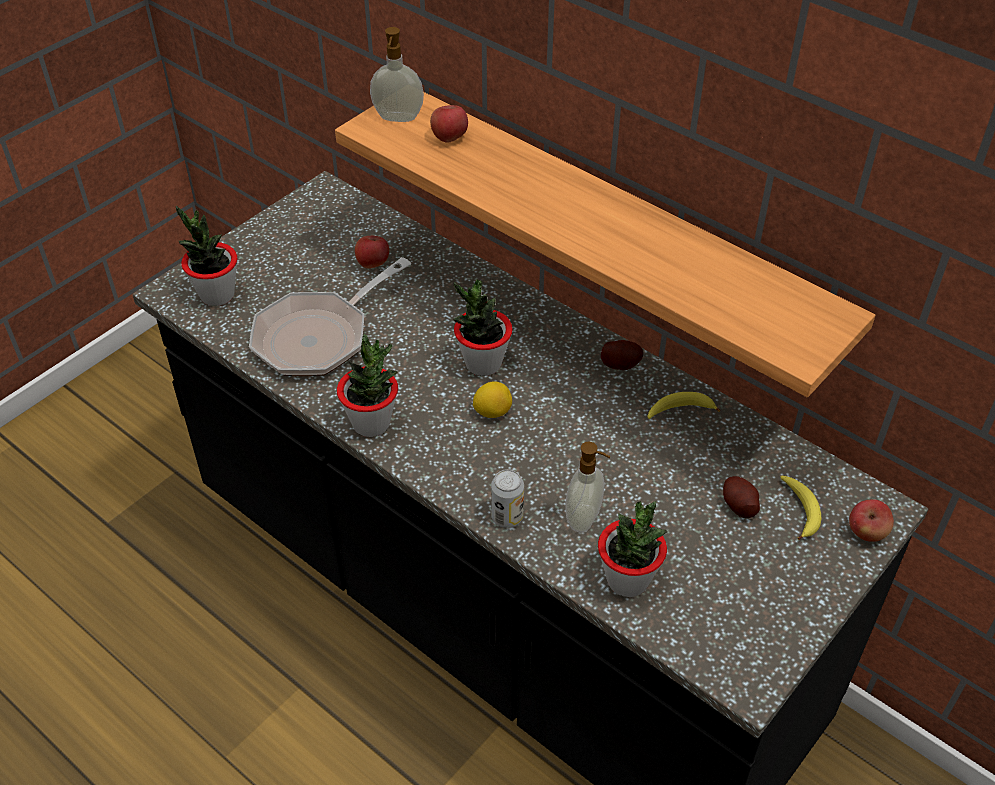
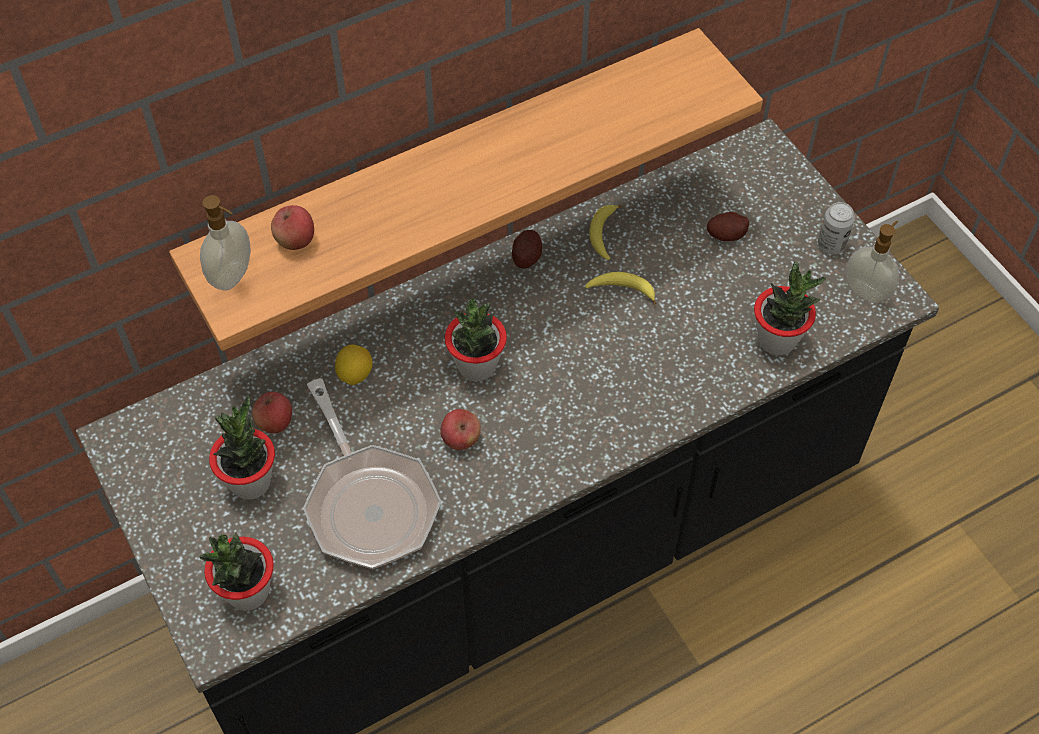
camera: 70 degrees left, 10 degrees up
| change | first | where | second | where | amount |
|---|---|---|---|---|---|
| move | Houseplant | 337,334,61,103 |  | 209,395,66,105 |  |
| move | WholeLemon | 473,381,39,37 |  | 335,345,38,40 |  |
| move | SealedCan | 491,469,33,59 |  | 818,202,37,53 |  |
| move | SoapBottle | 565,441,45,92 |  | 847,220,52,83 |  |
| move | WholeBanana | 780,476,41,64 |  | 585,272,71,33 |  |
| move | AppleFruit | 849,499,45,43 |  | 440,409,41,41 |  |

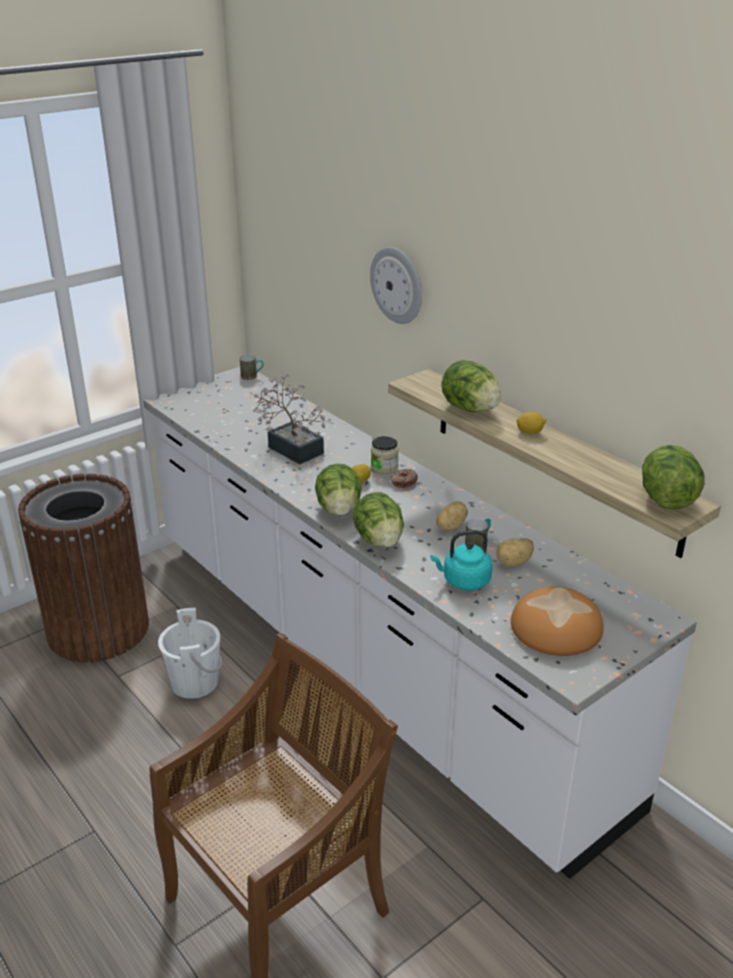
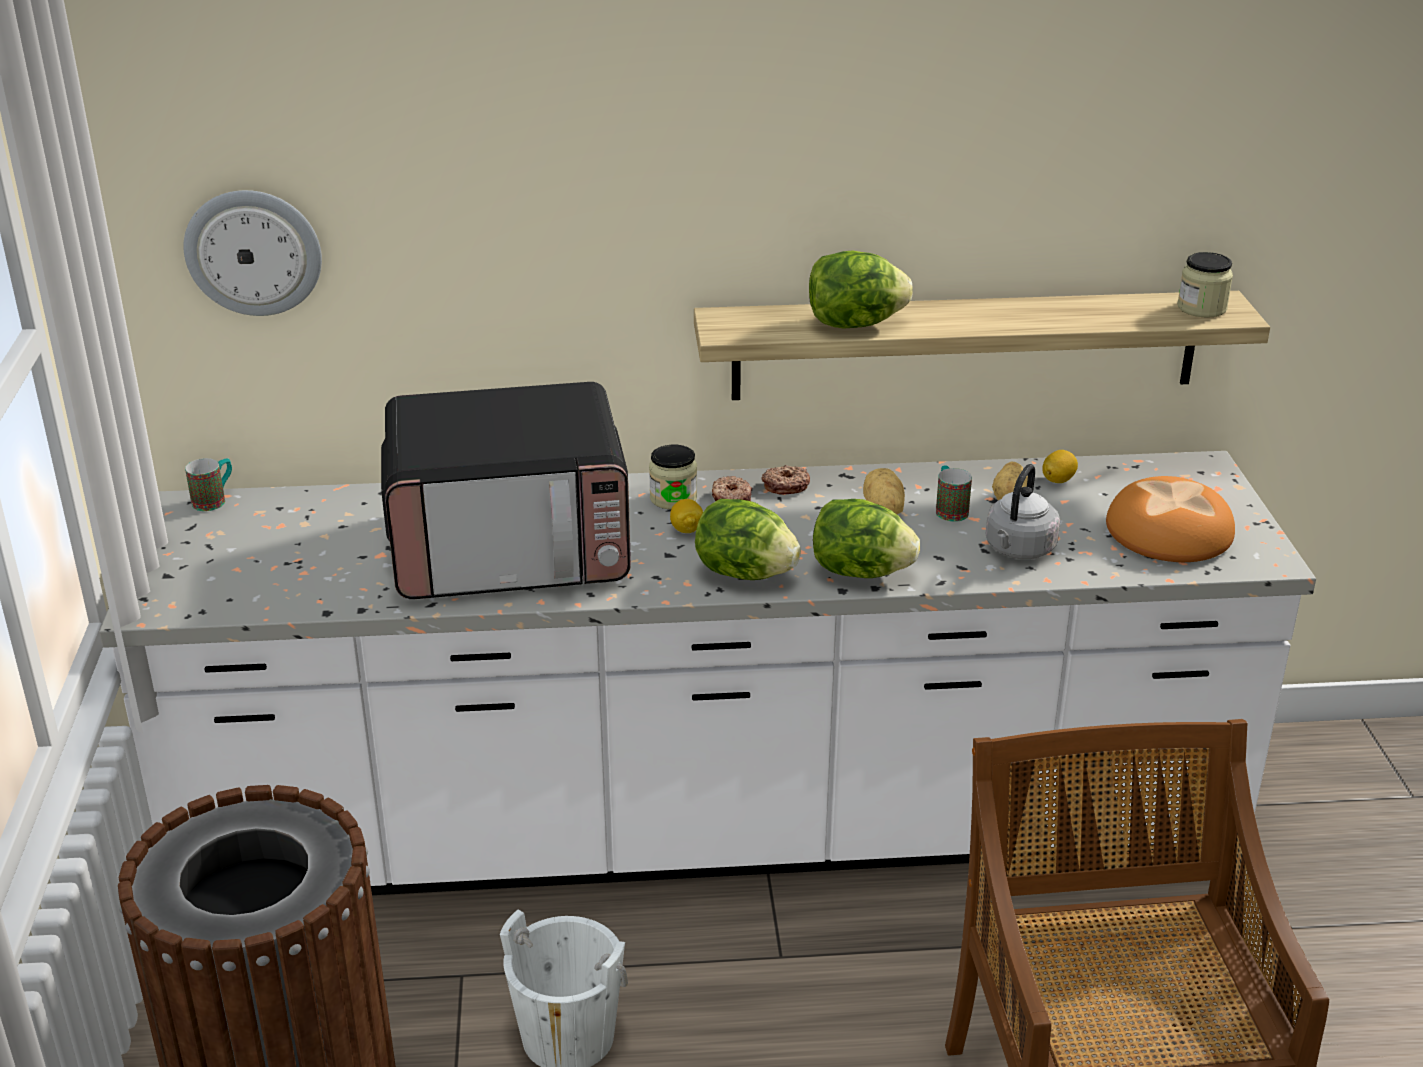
camera: 55 degrees left, 0 degrees up
| change | first | where | second | where | amount |
|---|---|---|---|---|---|
| insert |  |  | Doughnut | 761,465,49,29 |  |
| move | ClockOnTheWall | 370,247,52,77 |  | 183,190,139,126 |  |
| move | WholeLemon | 516,412,30,22 |  | 1042,450,36,33 |  |
| replace | Houseplant | 249,374,84,90 | Microwave | 381,382,250,217 |  |
| replace | LettuceHead | 642,445,63,65 | PreserveJar | 1177,252,56,66 |  |
| recolor | TurquoiseColouredTeaKettle | 430,530,63,60 | GrayTeaKettle | 986,464,74,95 |  |

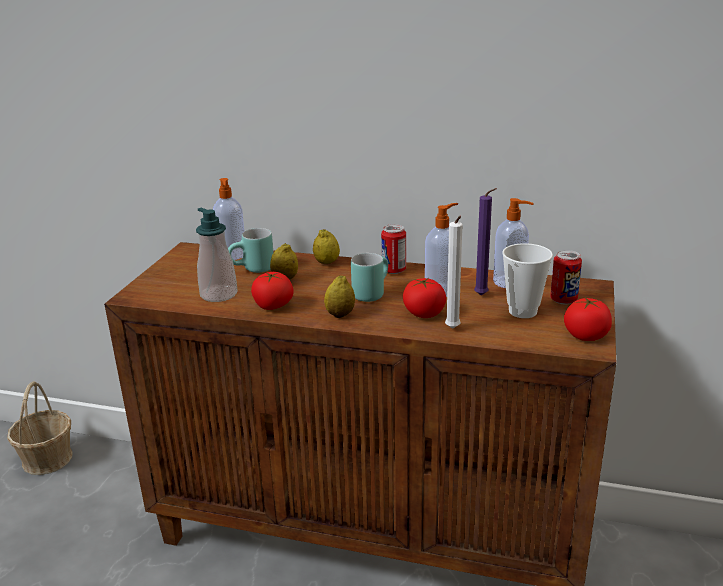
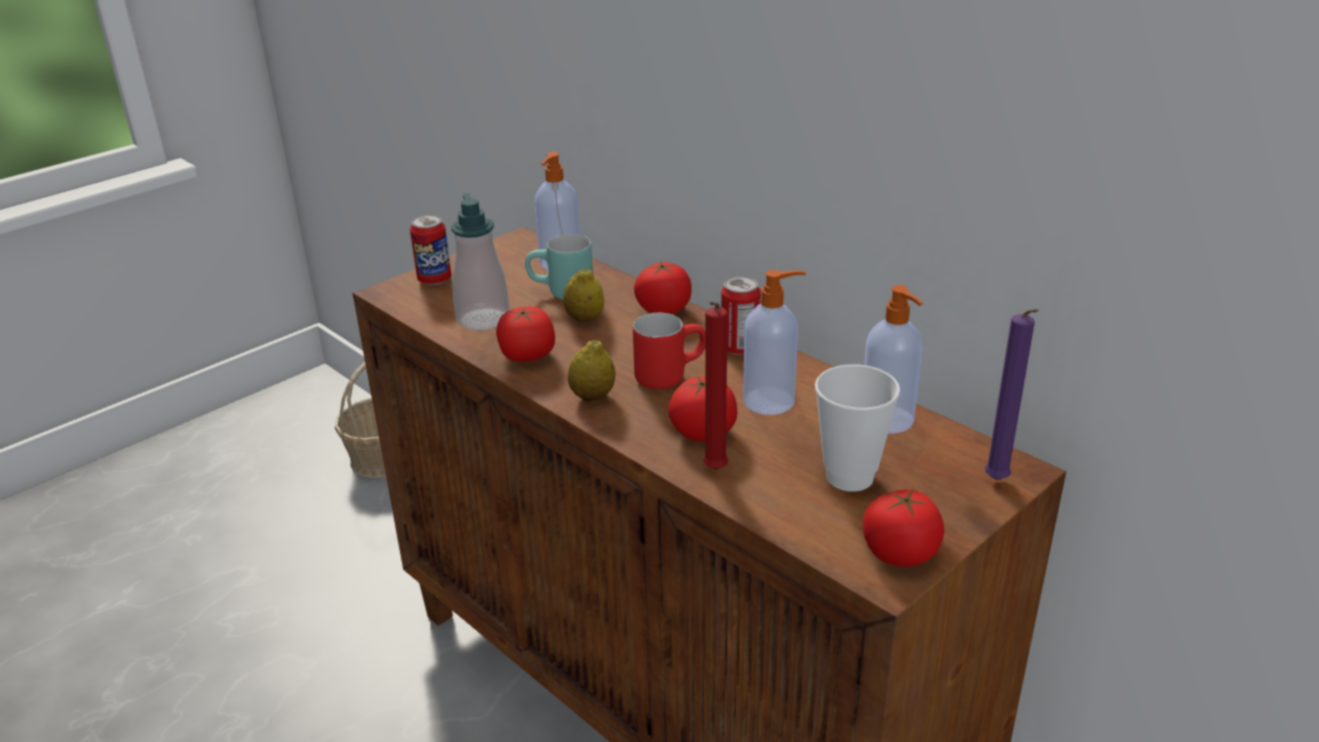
camera: 30 degrees right, 5 degrees up
| change | first | where | second | where | amount |
|---|---|---|---|---|---|
| move | PurpleColouredWaxLight | 474,188,23,107 |  | 985,309,54,171 |  |
| move | SealedCan | 550,250,32,55 |  | 410,215,41,70 |  |
| replace | WholeLemon | 313,229,27,35 | Tomato | 634,261,58,53 |  |
| recolor | TurquoiseColouredCoffeeMug | 351,253,37,49 | ReddishCoffeeMug | 633,313,72,76 |  |
| recolor | WhiteWaxLight | 445,216,18,113 | ReddishWaxLight | 703,302,25,168 |  |

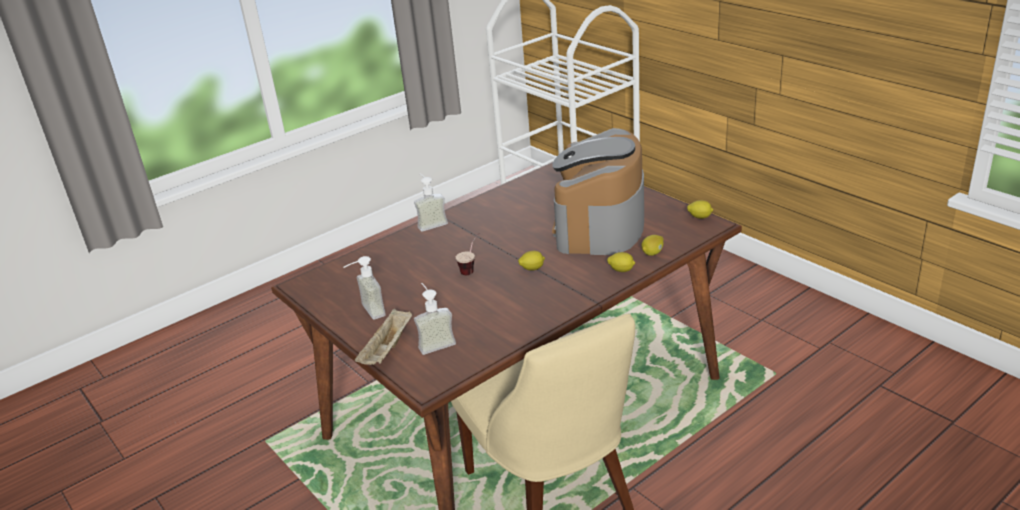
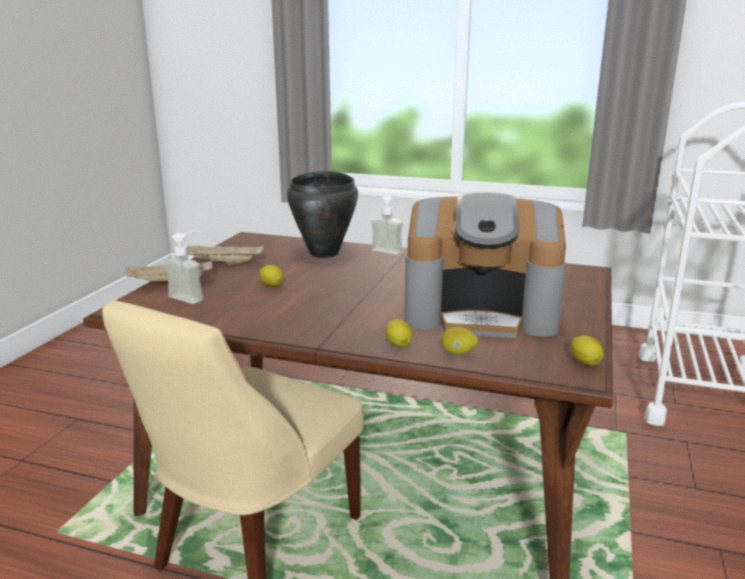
camera: 55 degrees right, 10 degrees down
| change | first | where | second | where | amount |
|---|---|---|---|---|---|
| delete | DrinkingCup | 456,233,23,42 |  |  |  |
| insert |  |  | BlackStockpot | 287,171,71,87 |  |
| move | WholeLemon | 518,251,27,20 |  | 259,265,25,22 |  |
| replace | SoapBottle | 343,256,43,64 | BeigeColouredCarryingTray | 187,245,77,20 |  |
| rotate | CoffeeMaker | 552,128,92,127 |  | 404,192,162,146 | 150 degrees counterclockwise |

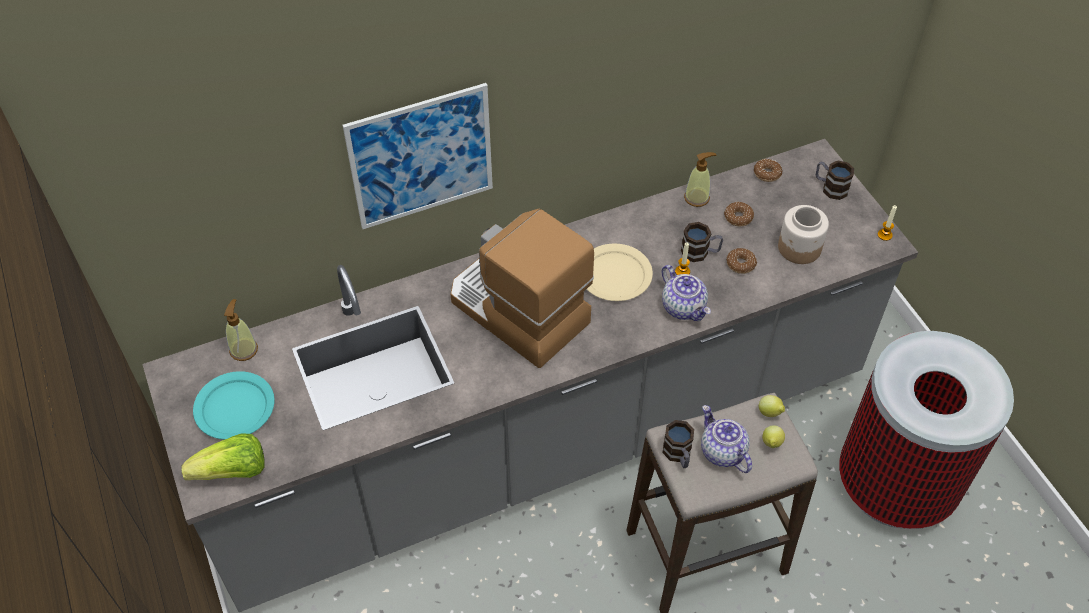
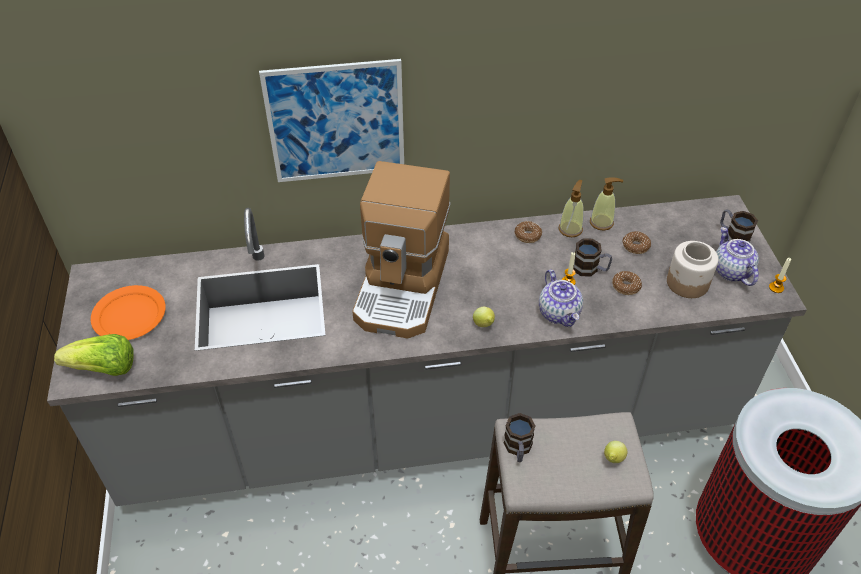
camera: 15 degrees right, 5 degrees down
| change | first | where | second | where | amount |
|---|---|---|---|---|---|
| delete | BeigeColouredPlate | 587,244,66,57 |  |  |  |
| move | SoapBottle | 224,299,34,62 |  | 558,180,26,57 |  |
| move | Teapot | 701,405,51,68 |  | 716,227,43,59 |  |
| move | Doughnut | 754,159,28,23 |  | 515,221,27,22 |  |
| move | WholeLemon | 759,395,26,22 |  | 473,307,22,20 |  |
| recolor | TurquoiseColouredPlate | 193,371,81,69 | OrangeColouredPlate | 91,285,75,55 |  |
| rotate | CoffeeMaker | 451,209,143,159 |  | 352,161,98,178 | 135 degrees counterclockwise |

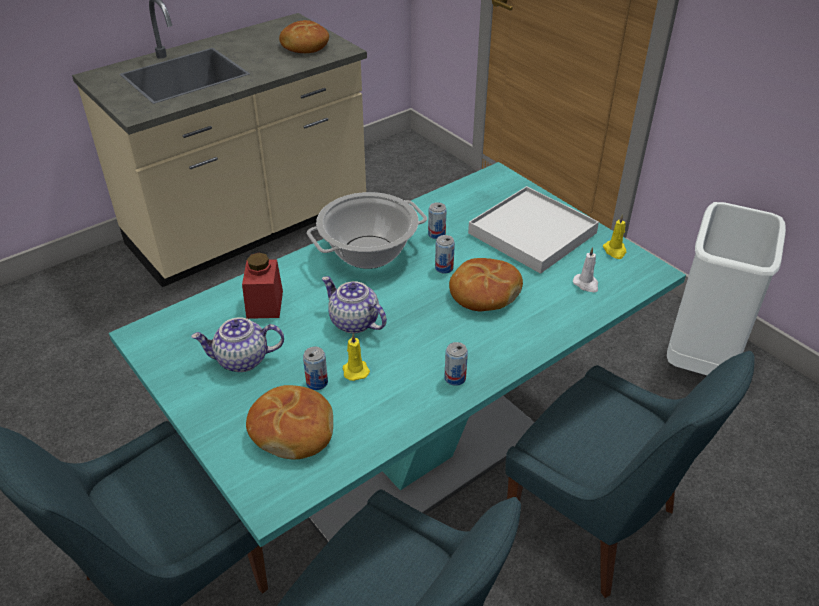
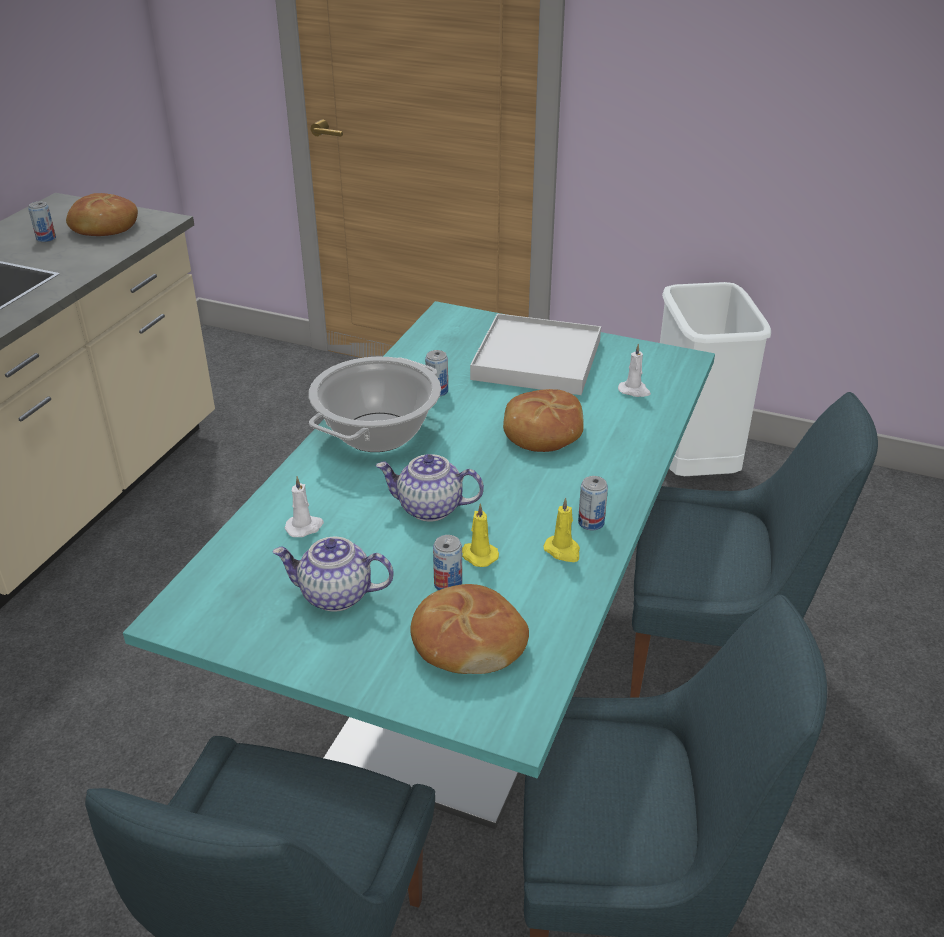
camera: 30 degrees left, 5 degrees down
| change | first | where | second | where | amount |
|---|---|---|---|---|---|
| move | SealedCan | 435,235,20,38 |  | 28,201,28,41 |  |
| move | YellowWaxLight | 603,214,23,45 |  | 543,498,37,64 |  |
| replace | ReddishPreserveJar | 242,253,41,66 | WhiteWaxLight | 285,476,39,61 |  |
| rotate | Teapot | 191,317,93,55 |  | 272,536,122,76 | 45 degrees clockwise |

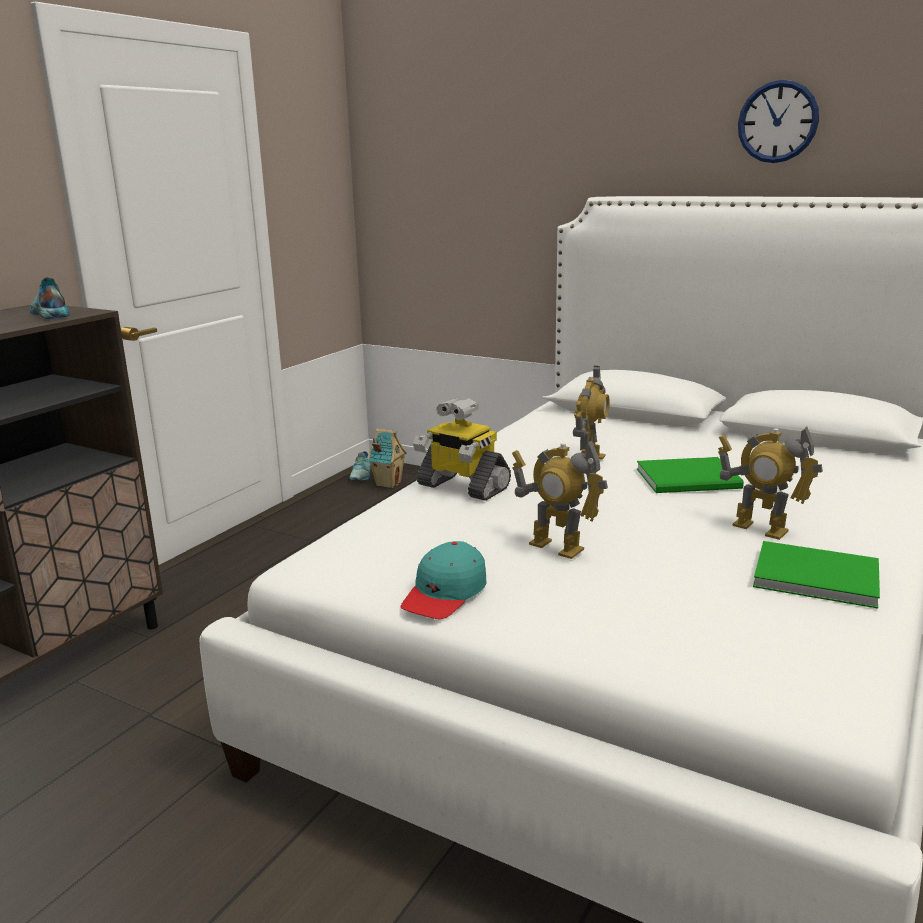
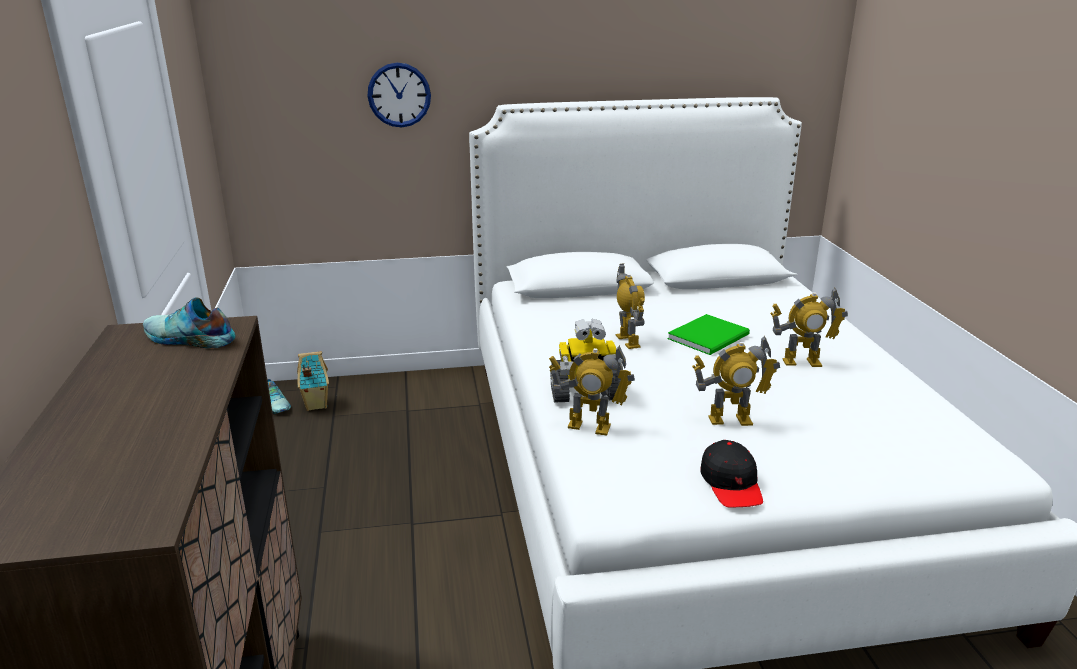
camera: 40 degrees left, 5 degrees up
| change | first | where | second | where | amount |
|---|---|---|---|---|---|
| delete | GreenBook | 753,541,127,68 |  |  |  |
| insert |  |  | RobotFigure | 549,345,86,91 |  |
| move | ClockOnTheWall | 738,80,81,83 |  | 367,63,64,65 |  |
| recolor | TurquoiseColouredBaseballCap | 401,541,86,78 | BlackBaseballCap | 700,440,63,67 |  |

